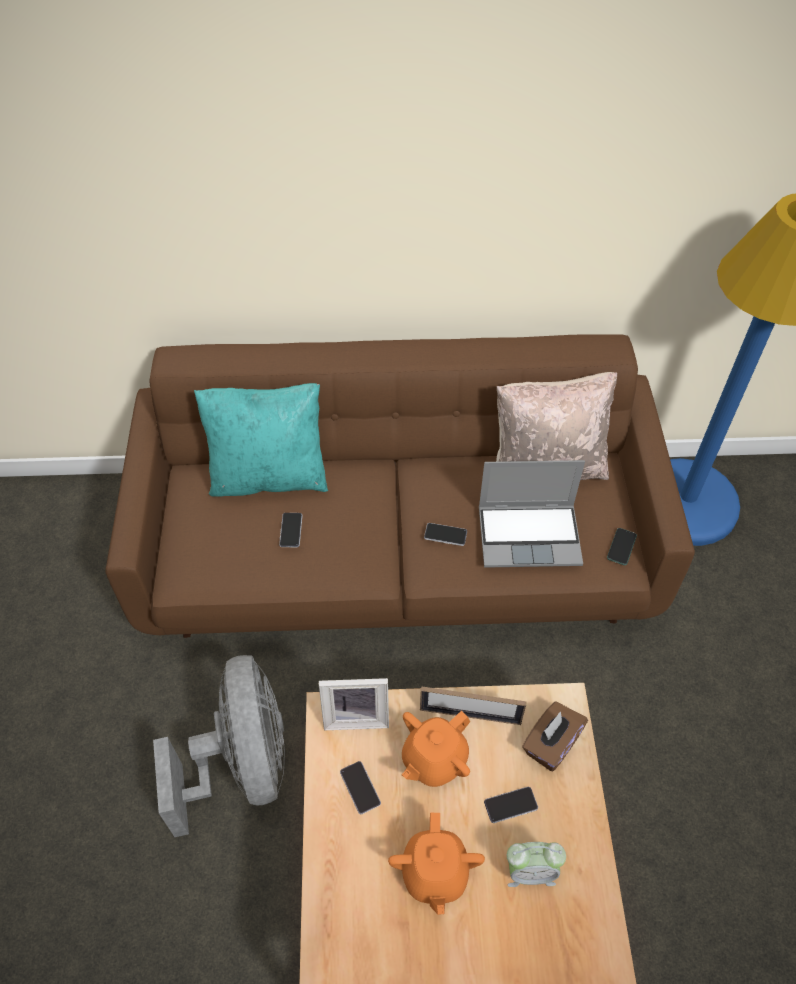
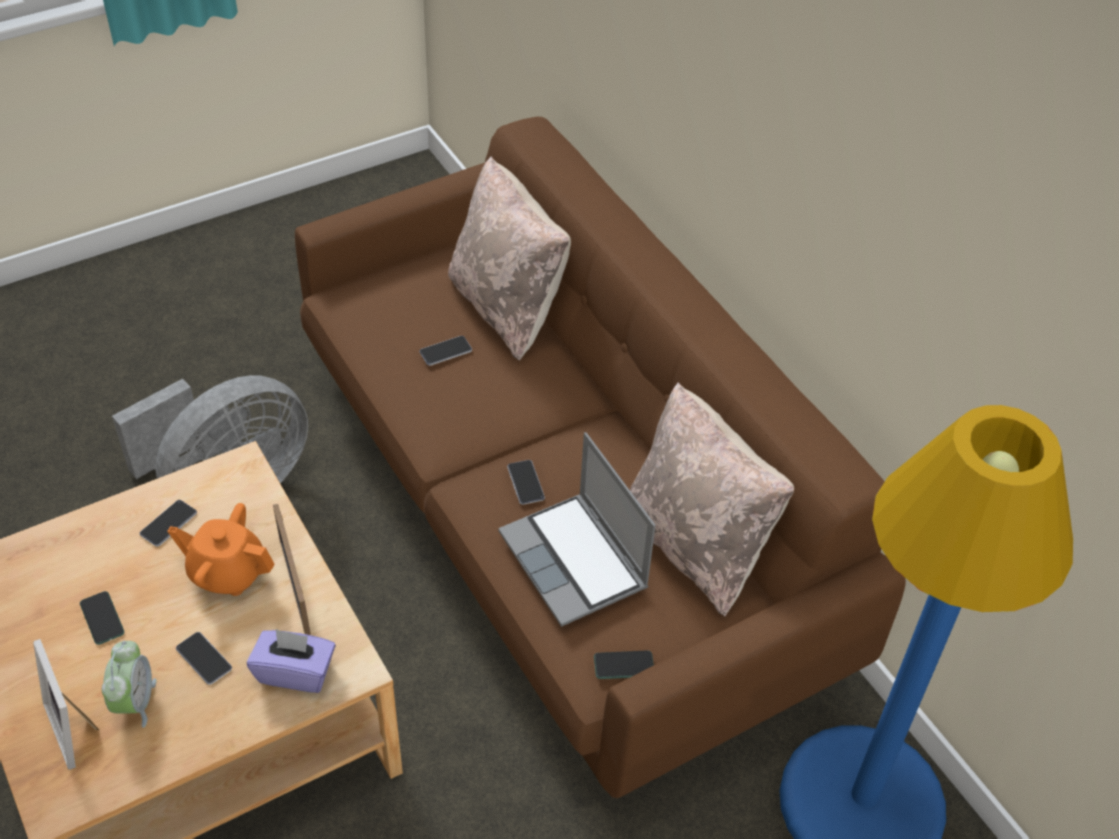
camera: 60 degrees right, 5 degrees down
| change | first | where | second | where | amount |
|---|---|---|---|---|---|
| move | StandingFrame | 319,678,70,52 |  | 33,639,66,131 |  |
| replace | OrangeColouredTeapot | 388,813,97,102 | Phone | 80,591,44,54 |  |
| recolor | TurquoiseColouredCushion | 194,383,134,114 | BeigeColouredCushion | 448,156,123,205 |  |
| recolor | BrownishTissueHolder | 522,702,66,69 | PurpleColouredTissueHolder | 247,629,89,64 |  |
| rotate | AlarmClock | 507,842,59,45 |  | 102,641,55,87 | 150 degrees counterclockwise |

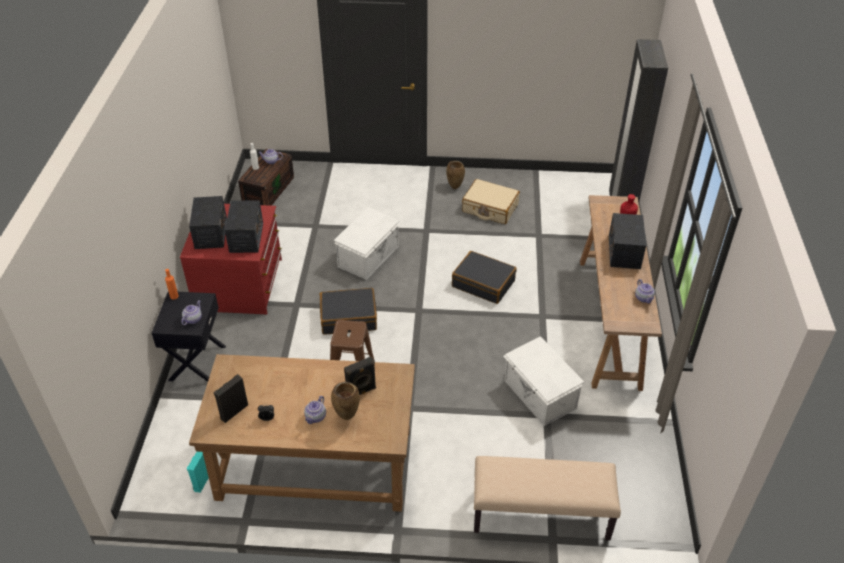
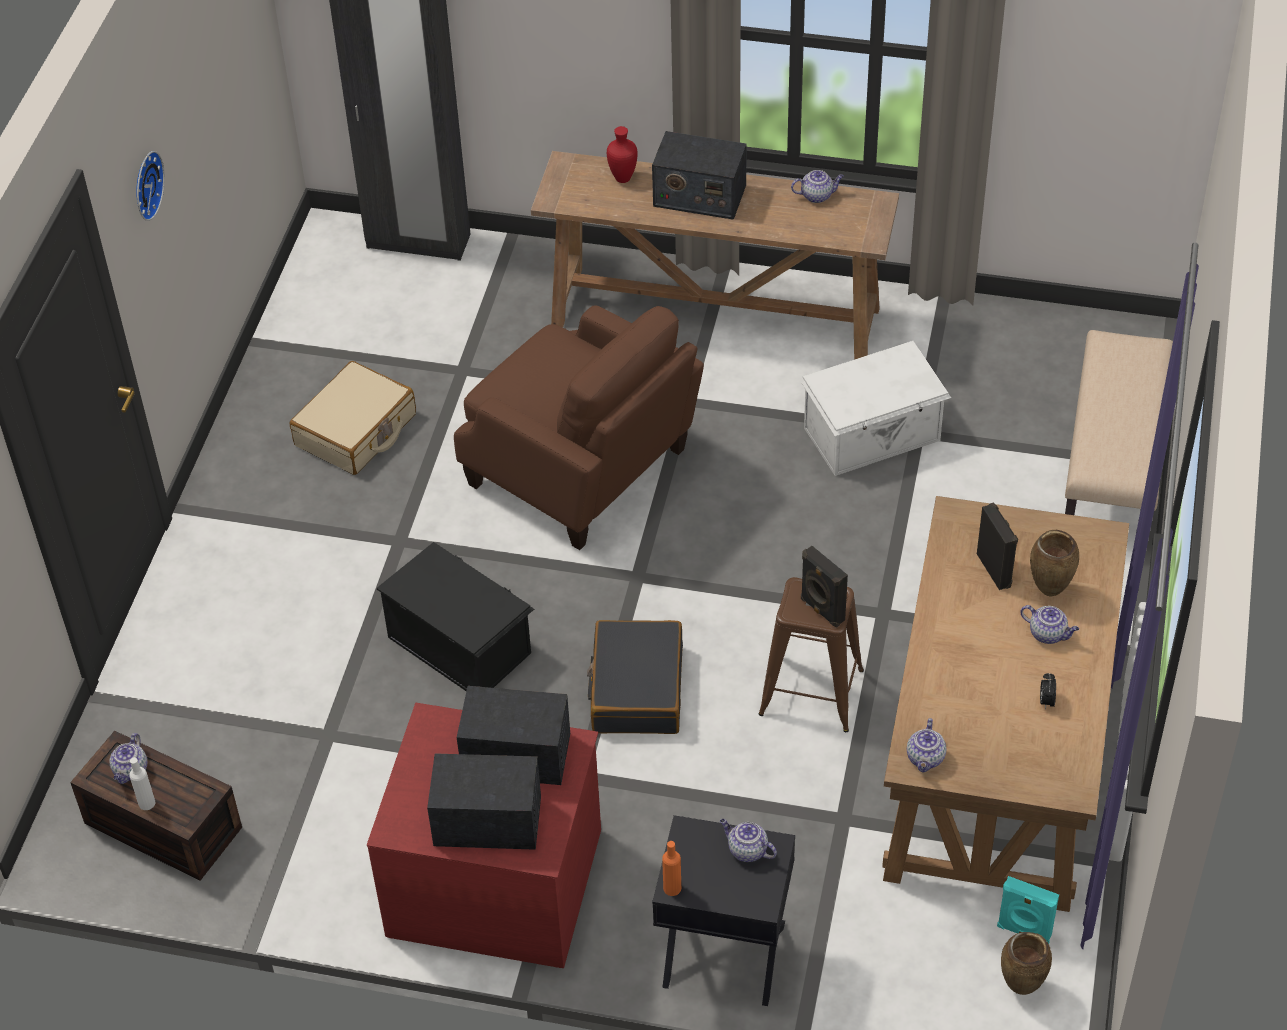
camera: 80 degrees left, 5 degrees up
| change | first | where | second | where | amount |
|---|---|---|---|---|---|
| insert |  |  | ClockOnTheWall | 136,151,29,70 |  |
| insert |  |  | Teapot | 907,718,39,55 |  |
| move | BlackAudioSpeaker | 214,374,34,49 |  | 801,546,47,82 |  |
| move | BrownishFlowerVase | 446,161,19,28 |  | 1001,932,51,63 |  |
| replace | BlackTravelCase | 452,251,65,53 | BrownishLoungeChair | 454,305,250,245 |  |
| recolor | WhiteStorageContainer | 334,207,67,73 | BlackStorageContainer | 377,542,157,149 |  |

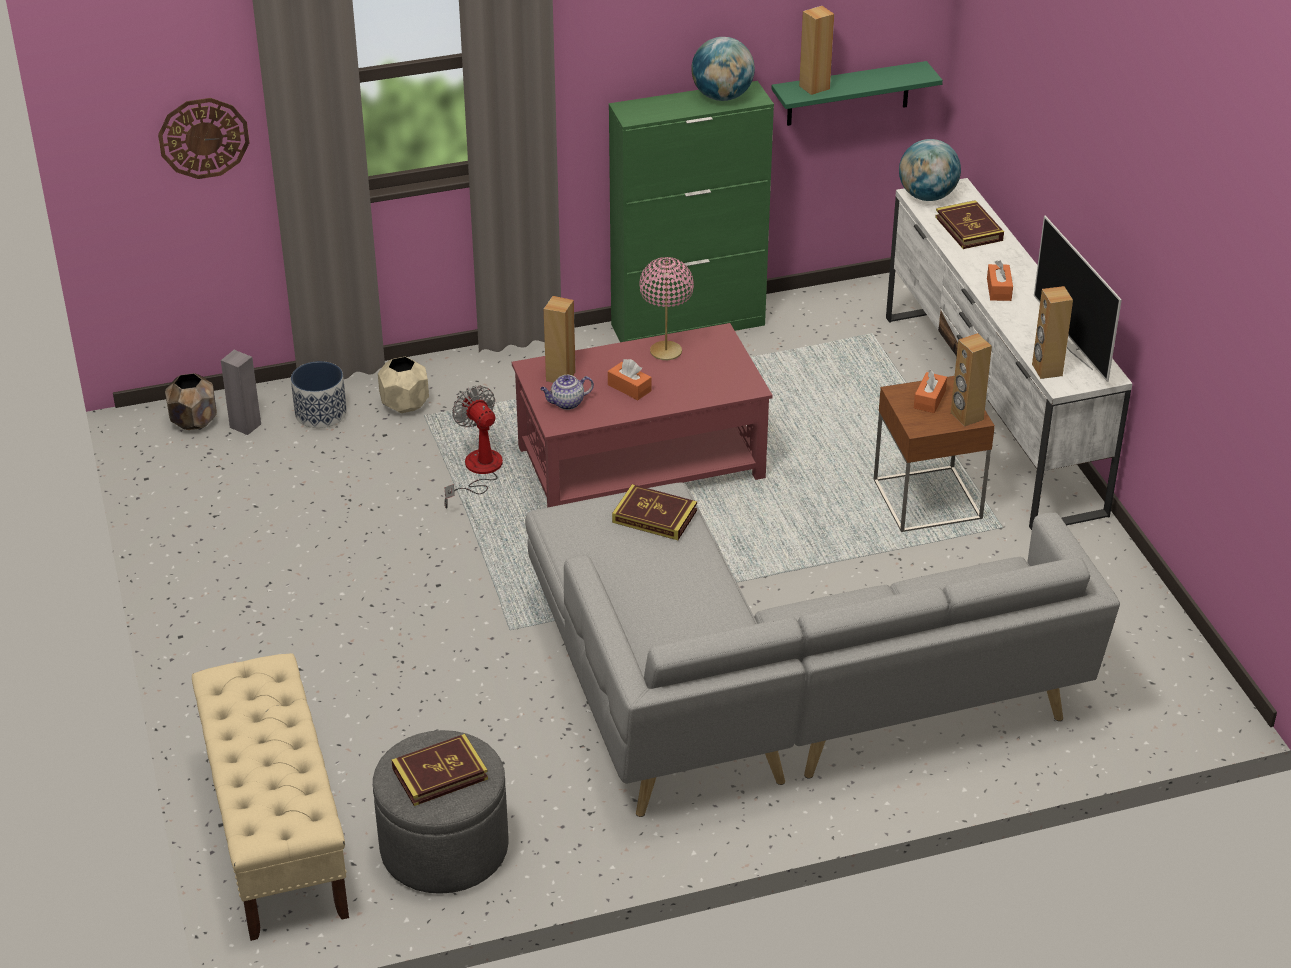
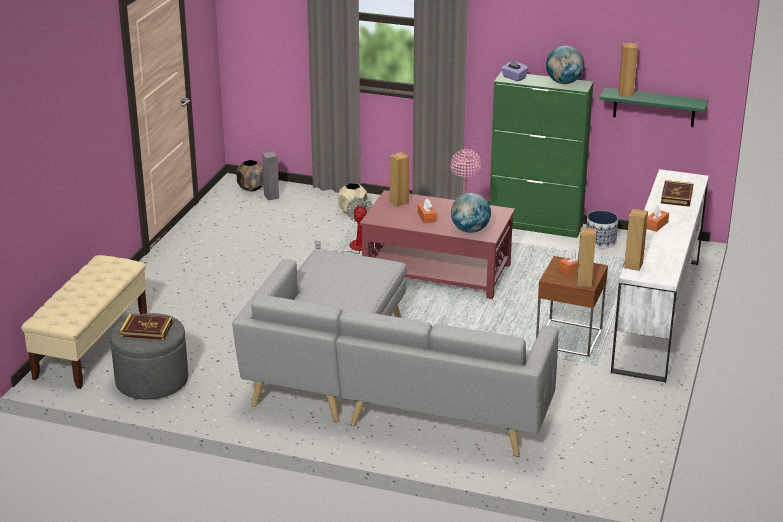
camera: 35 degrees right, 10 degrees down
| change | first | where | second | where | amount |
|---|---|---|---|---|---|
| delete | ClockOnTheWall | 158,98,91,81 |  |  |  |
| delete | Teapot | 540,375,54,35 |  |  |  |
| delete | Book | 612,484,85,56 |  |  |  |
| delete | Tv | 1034,216,88,166 |  |  |  |
| insert |  |  | PurpleColouredTissueHolder | 501,59,27,22 |  |
| move | PlantPot | 291,361,56,67 |  | 586,211,32,38 |  |
| move | Globe | 899,139,62,62 |  | 451,193,40,40 |  |

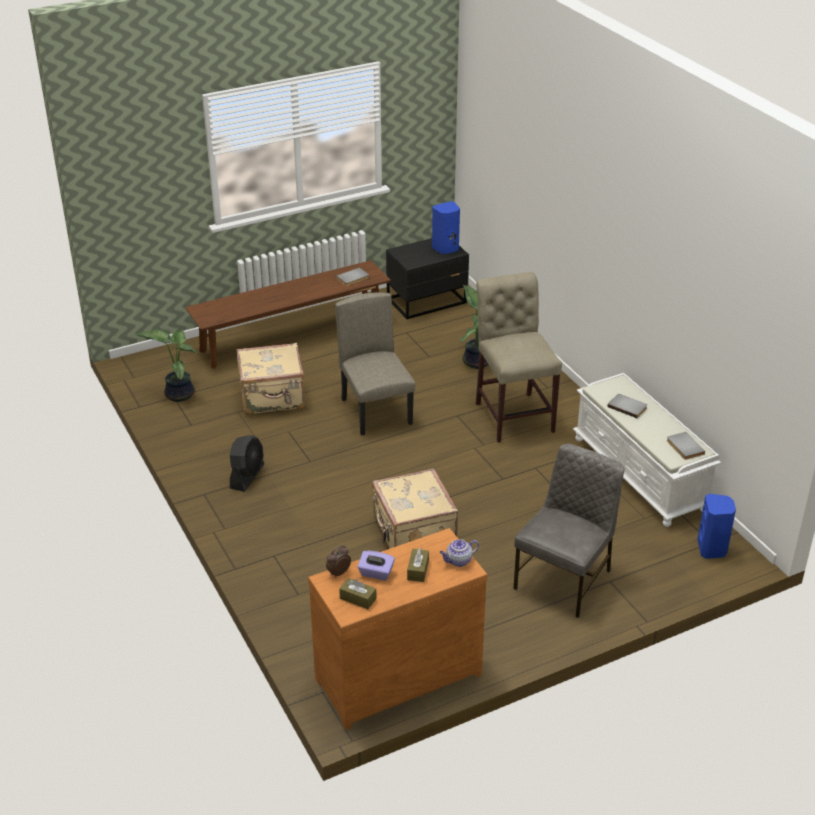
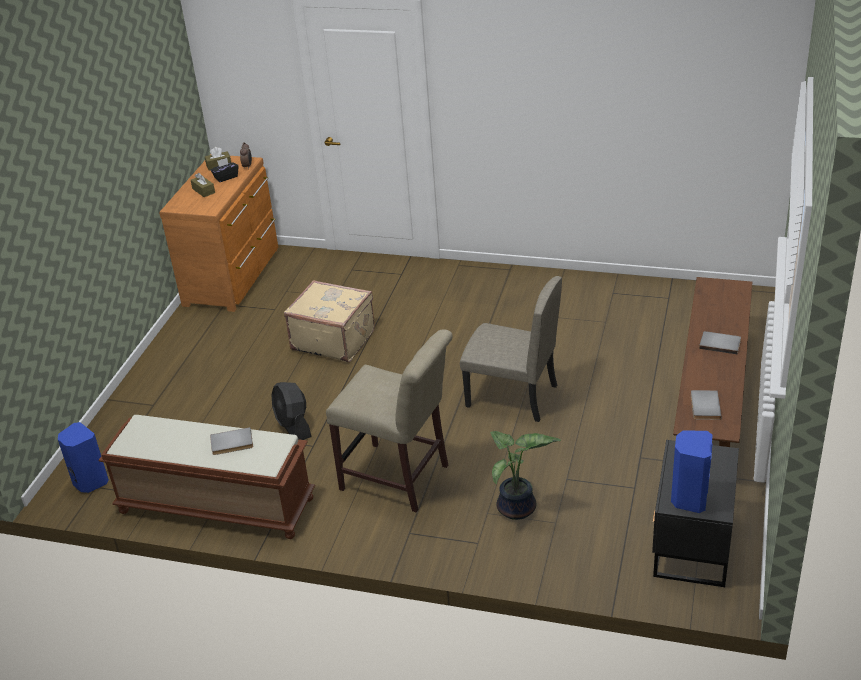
camera: 135 degrees right, 0 degrees up
| change | first | where | second | where | amount |
|---|---|---|---|---|---|
| delete | Houseplant | 136,329,61,73 |  |  |  |
| delete | BeigeColouredTravelCase | 236,342,69,73 |  |  |  |
| delete | Teapot | 440,539,39,28 |  |  |  |
| delete | GrayUprightChair | 513,444,112,174 |  |  |  |
| move | BlackCoolingFan | 230,435,34,57 |  | 271,382,41,58 |  |
| move | GrayBook | 667,432,38,28 |  | 699,331,42,23 |  |
| recolor | PurpleColouredTissueHolder | 357,551,38,29 | BlackTissueHolder | 211,158,28,24 |  |
| recolor | WhiteLongSeat | 573,373,148,154 | BrownishLongSeat | 98,415,217,124 |  |

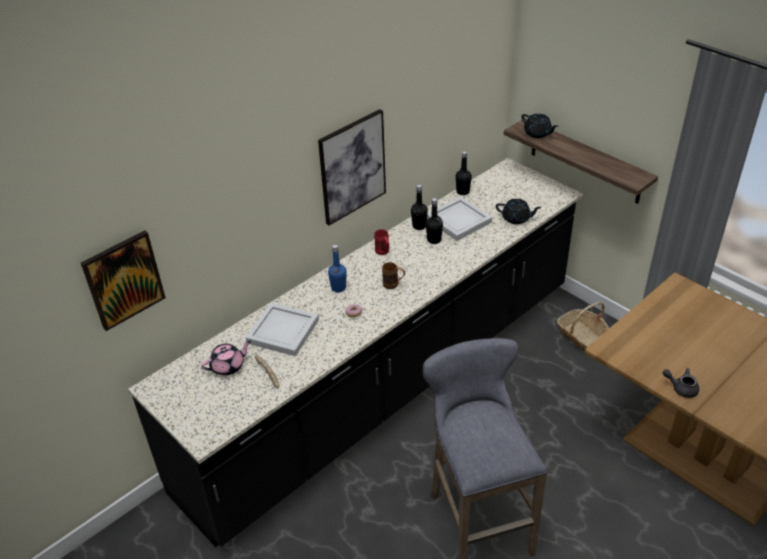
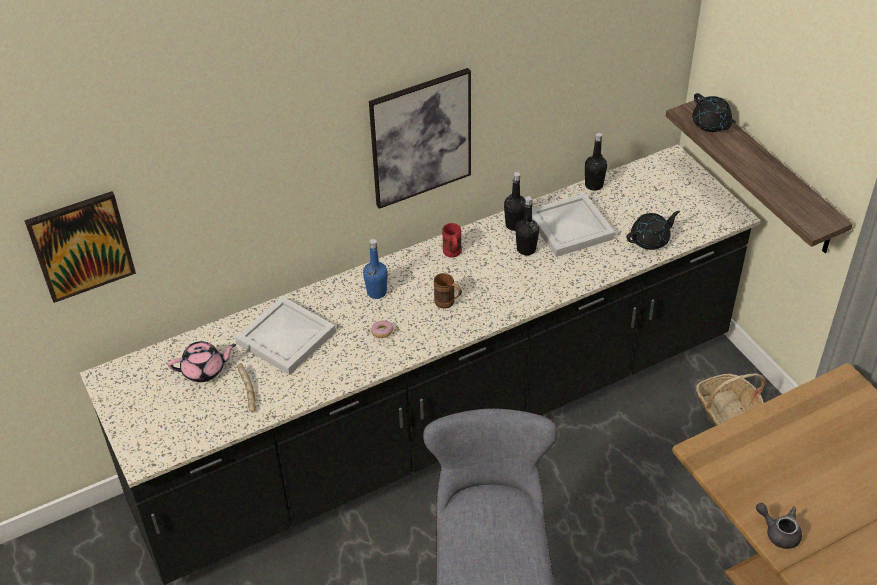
camera: 15 degrees right, 5 degrees up
| change | first | where | second | where | amount |
|---|---|---|---|---|---|
| rotate | BlackTeapot | 496,199,46,25 |  | 627,211,53,39 | 60 degrees counterclockwise |

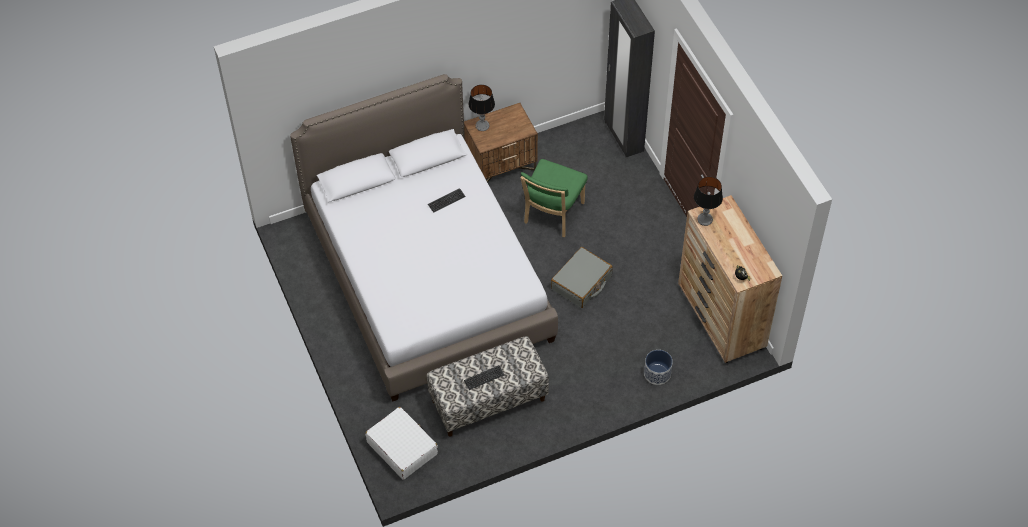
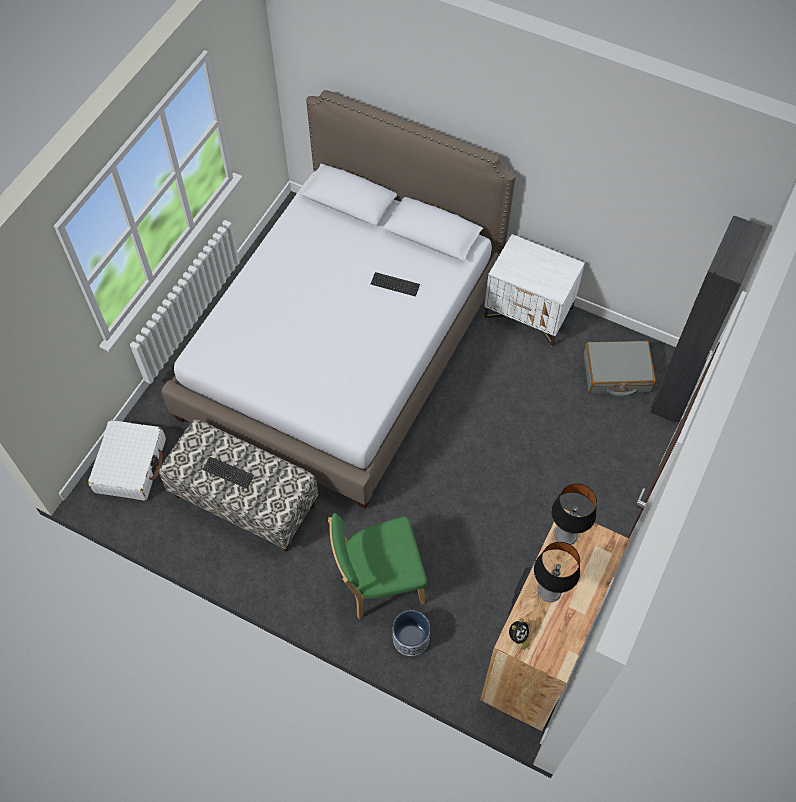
camera: 50 degrees right, 5 degrees up
| change | first | where | second | where | amount |
|---|---|---|---|---|---|
| move | LampForATable | 469,85,26,46 |  | 534,542,46,60 |  |
| move | GreenUprightChair | 520,159,67,78 |  | 328,513,99,106 |  |
| move | GrayTravelCase | 551,247,62,61 |  | 584,340,72,57 |  |
| recolor | BrownishBedsideTable | 464,103,74,80 | WhiteBedsideTable | 484,234,101,113 |  |

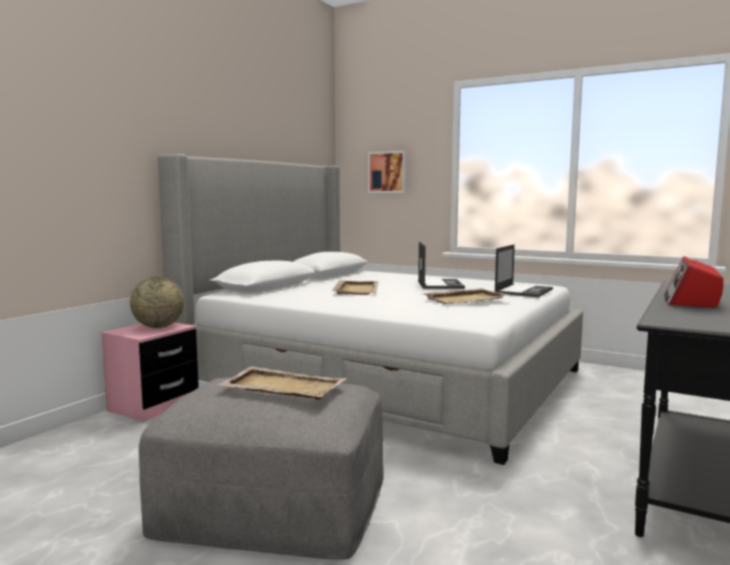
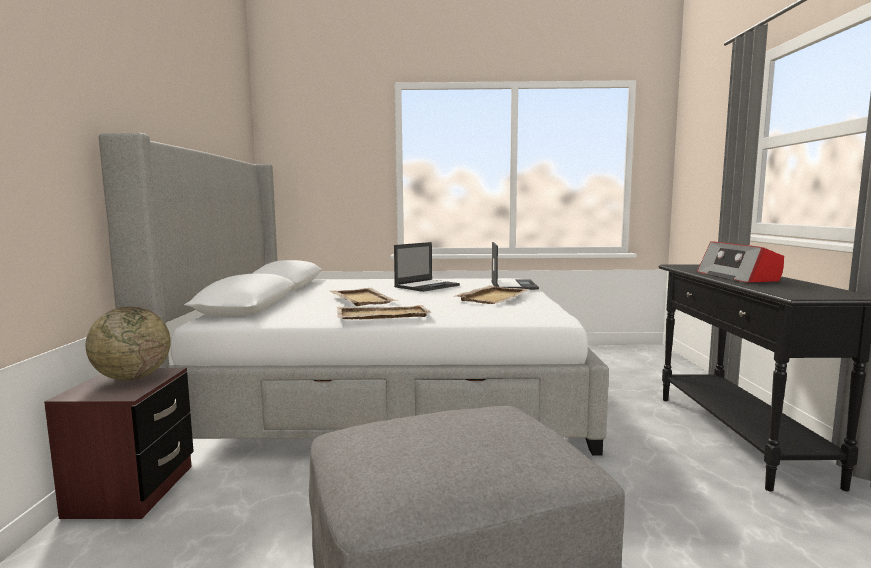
camera: 30 degrees left, 0 degrees up
| change | first | where | second | where | amount |
|---|---|---|---|---|---|
| delete | Picture | 368,151,39,42 |  |  |  |
| move | BeigeColouredCarryingTray | 217,366,130,34 |  | 337,305,95,14 |  |
| recolor | PinkBedsideTable | 101,322,98,100 | BrownishBedsideTable | 44,368,150,151 |  |
| rotate | Laptop | 418,242,47,47 |  | 394,242,66,50 | 75 degrees clockwise |

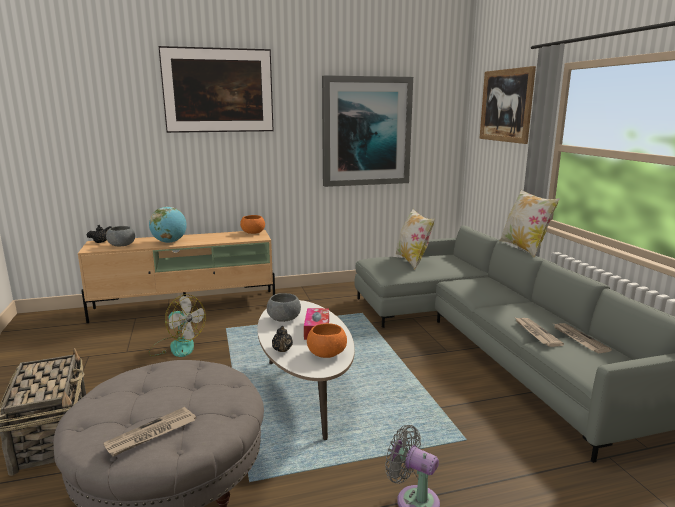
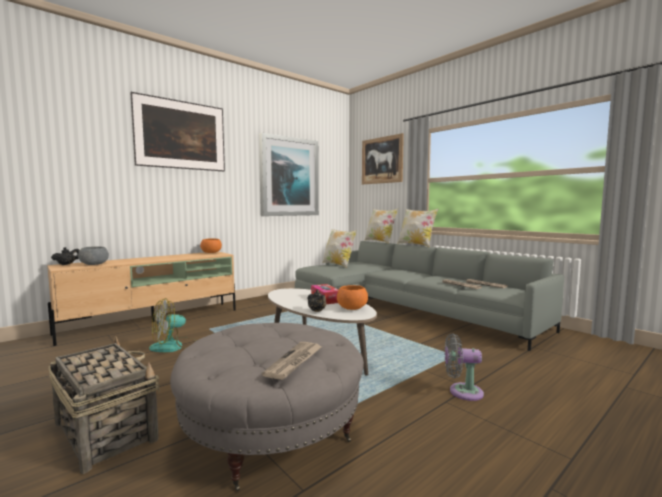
camera: 25 degrees left, 10 degrees down
| change | first | where | second | where | amount |
|---|---|---|---|---|---|
| delete | Globe | 149,206,38,37 |  |  |  |
| delete | GrayBowl | 267,293,34,29 |  |  |  |
| insert |  |  | Cushion | 364,209,34,35 |  |
| rotate | CoolingFan | 148,294,58,63 |  | 149,298,47,54 | 135 degrees clockwise |

